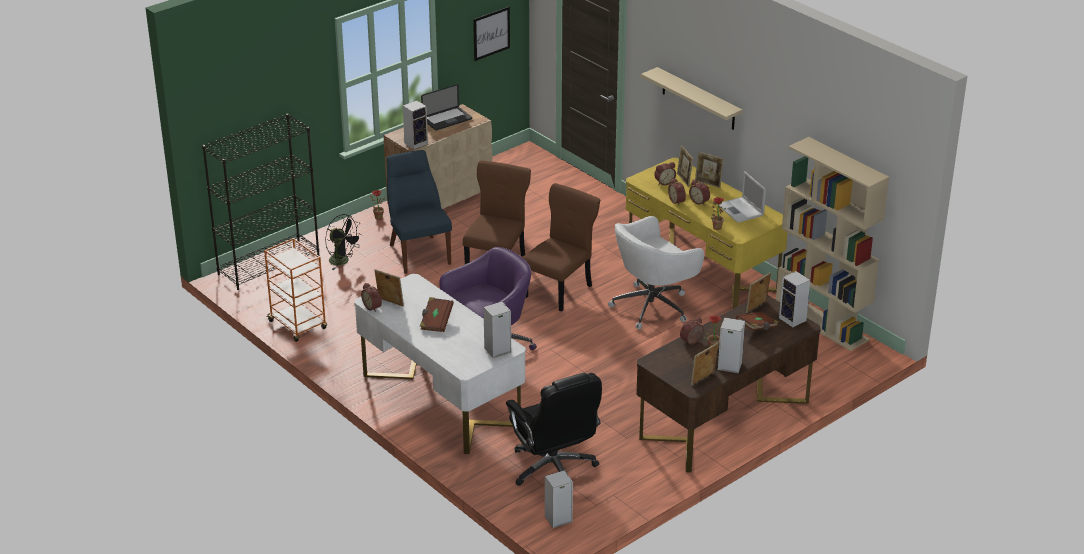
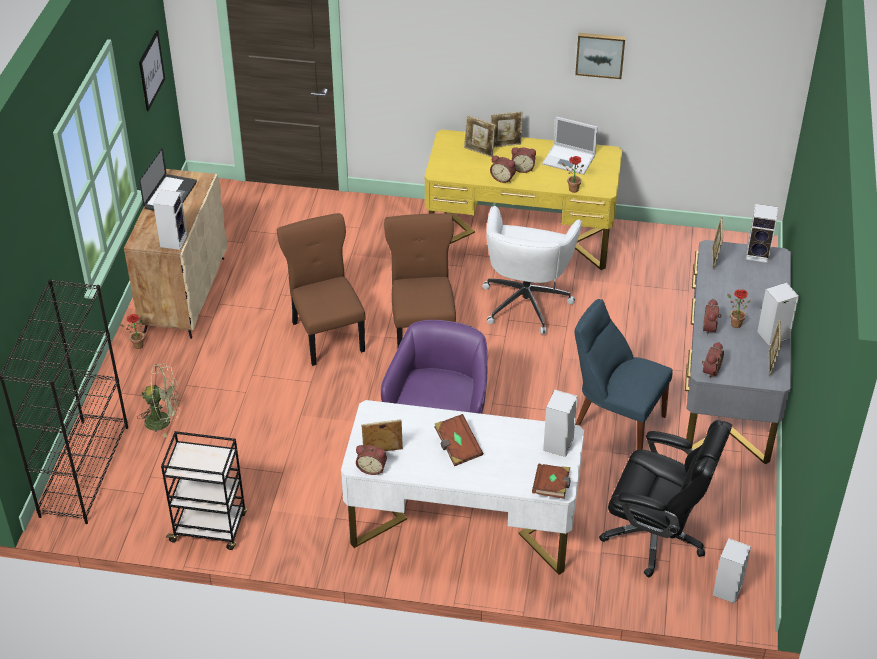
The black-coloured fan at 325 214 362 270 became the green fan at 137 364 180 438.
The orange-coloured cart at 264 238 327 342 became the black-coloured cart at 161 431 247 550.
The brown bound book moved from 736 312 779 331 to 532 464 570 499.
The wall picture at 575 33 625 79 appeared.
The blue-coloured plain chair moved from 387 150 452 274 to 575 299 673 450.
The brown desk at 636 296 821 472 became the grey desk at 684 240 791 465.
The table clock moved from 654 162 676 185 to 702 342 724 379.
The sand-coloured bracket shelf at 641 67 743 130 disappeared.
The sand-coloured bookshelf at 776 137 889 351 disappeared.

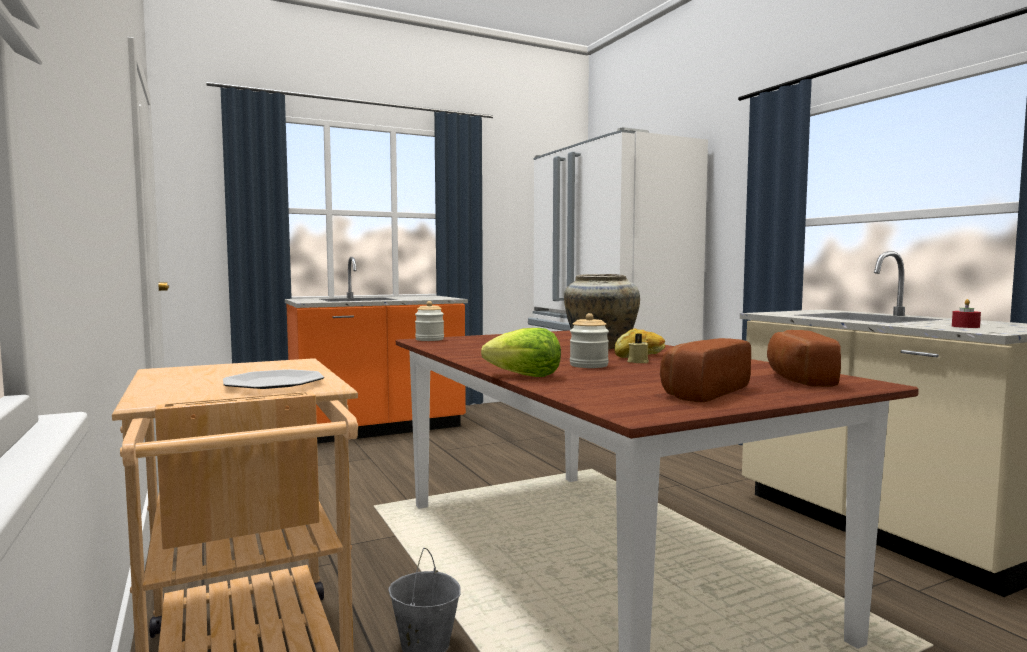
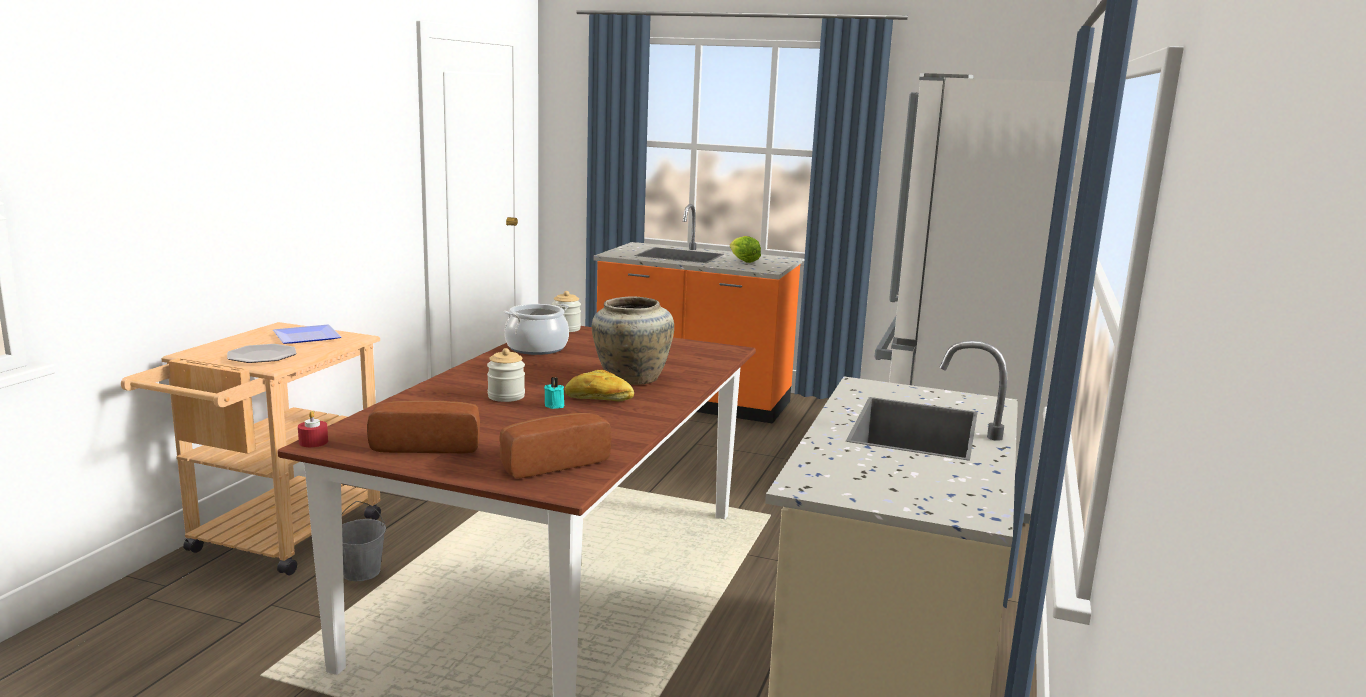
The flat dish at 273 324 341 344 appeared.
The reddish wax candle moved from 952 299 981 328 to 298 411 328 447.
The cooking pot at 504 304 569 355 appeared.
The sand-coloured wax candle at 627 333 649 363 became the turquoise-coloured wax candle at 544 377 564 409.
The head of lettuce moved from 481 328 561 377 to 730 236 761 263.

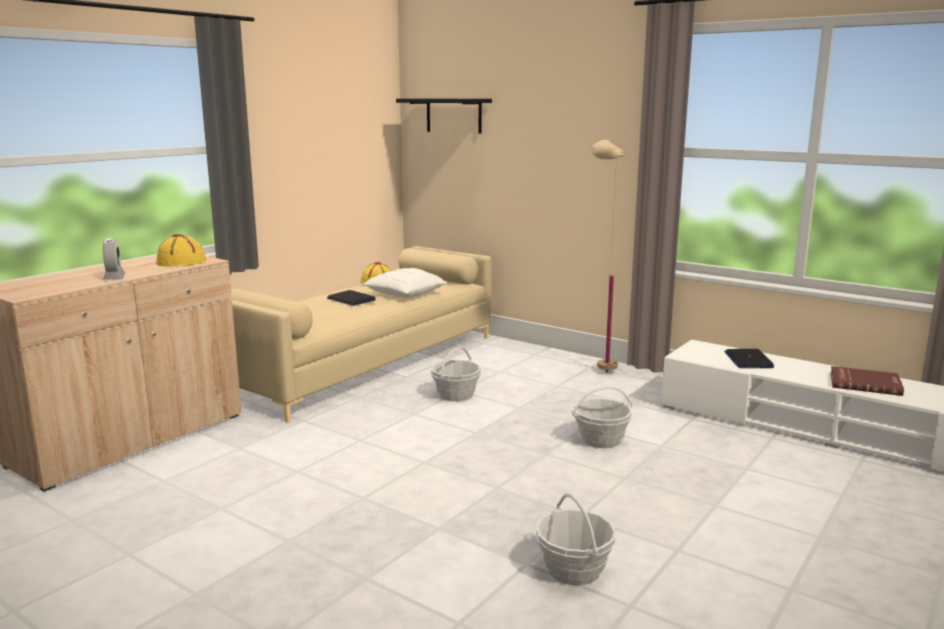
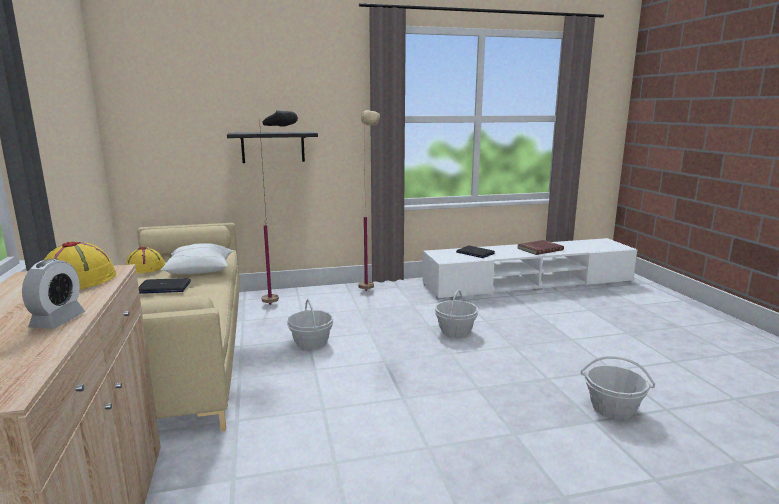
The table clock at 103 238 125 280 turned 75 degrees clockwise.
The black-coloured bracket shelf moved from 396 99 492 134 to 227 132 318 163.
The black-coloured floor lamp at 259 110 298 305 appeared.

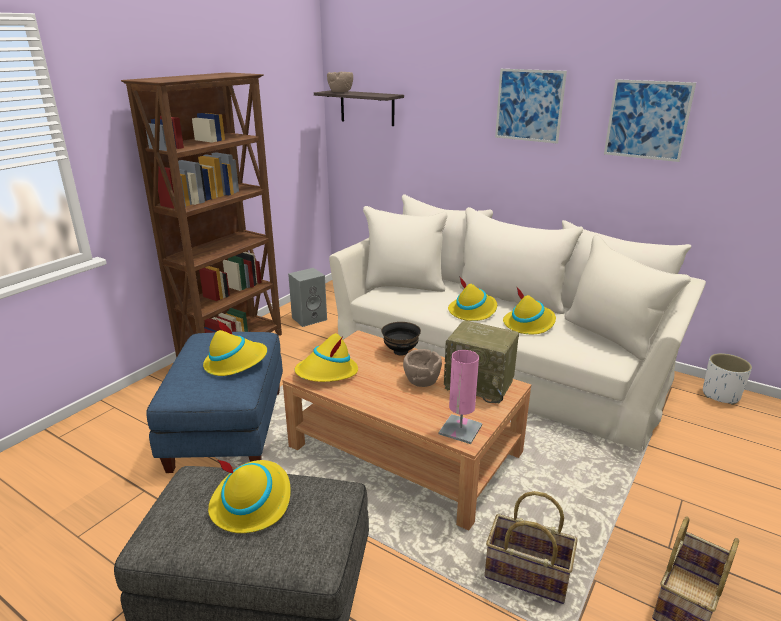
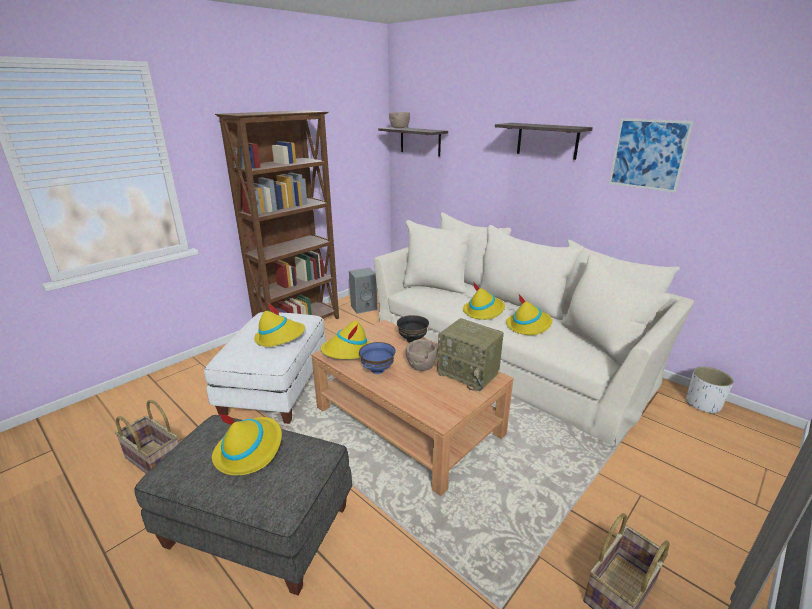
The household basket moved from 484 491 578 604 to 115 400 179 474.
The blue-coloured pouffe at 146 332 283 473 became the white pouffe at 204 312 326 424.
The blue-coloured bowl at 359 342 396 374 appeared.
The wall picture at 495 69 567 144 was replaced by the bracket shelf at 495 123 593 160.
The pinkish table lamp at 439 350 482 444 disappeared.

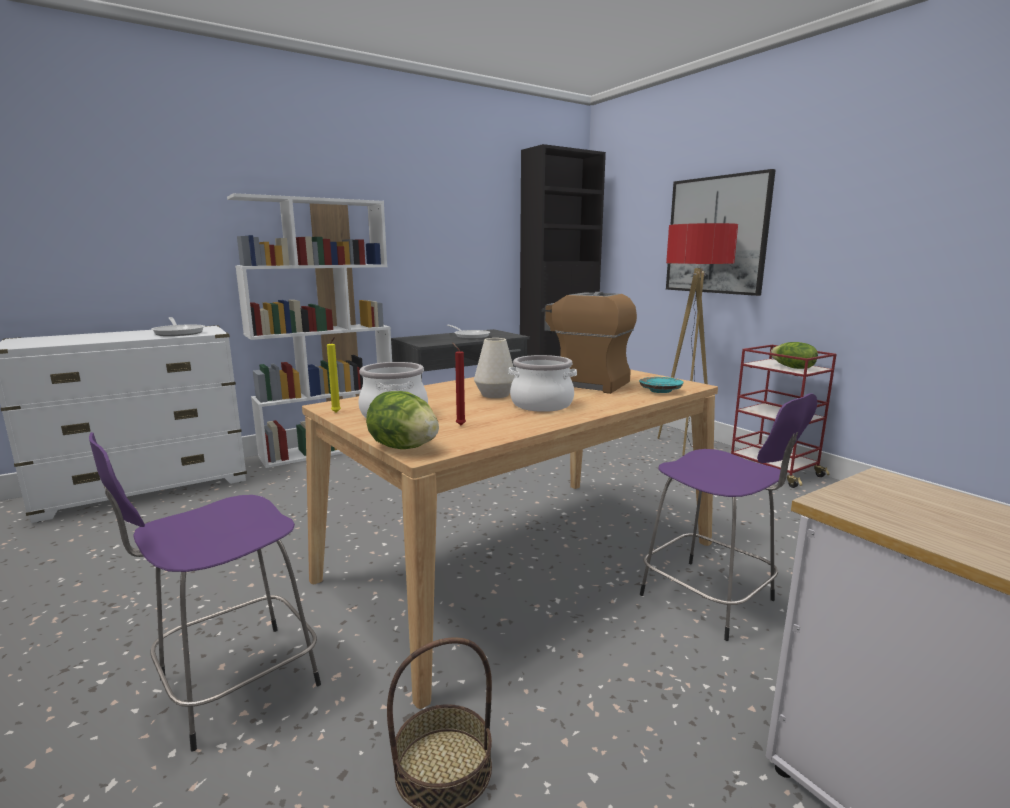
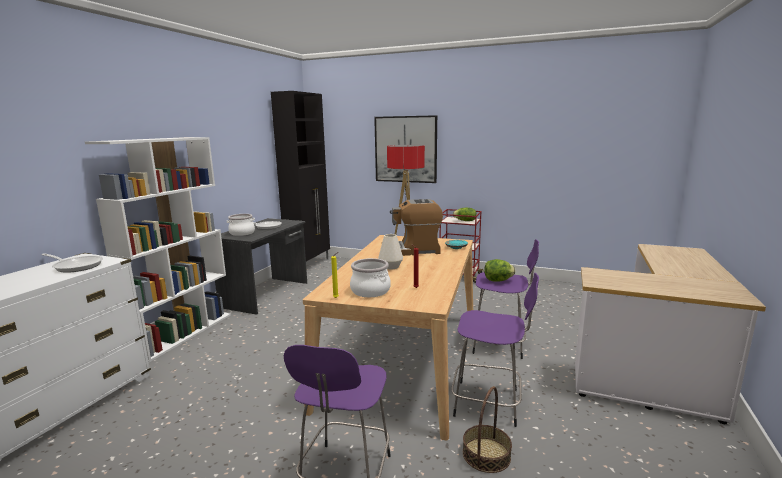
The cooking pot moved from 508 355 577 412 to 227 214 255 236.
The purple sitting stool at 451 273 539 427 appeared.
The head of lettuce moved from 366 391 439 449 to 484 259 515 282.

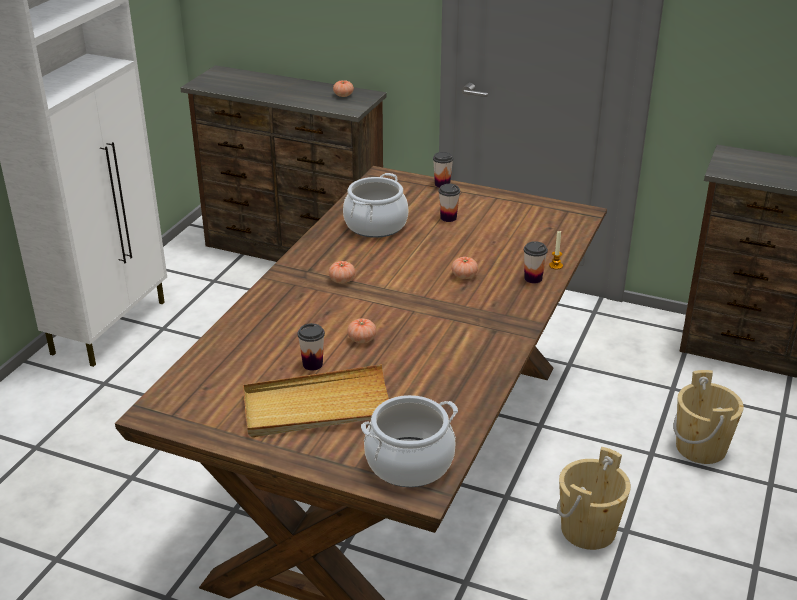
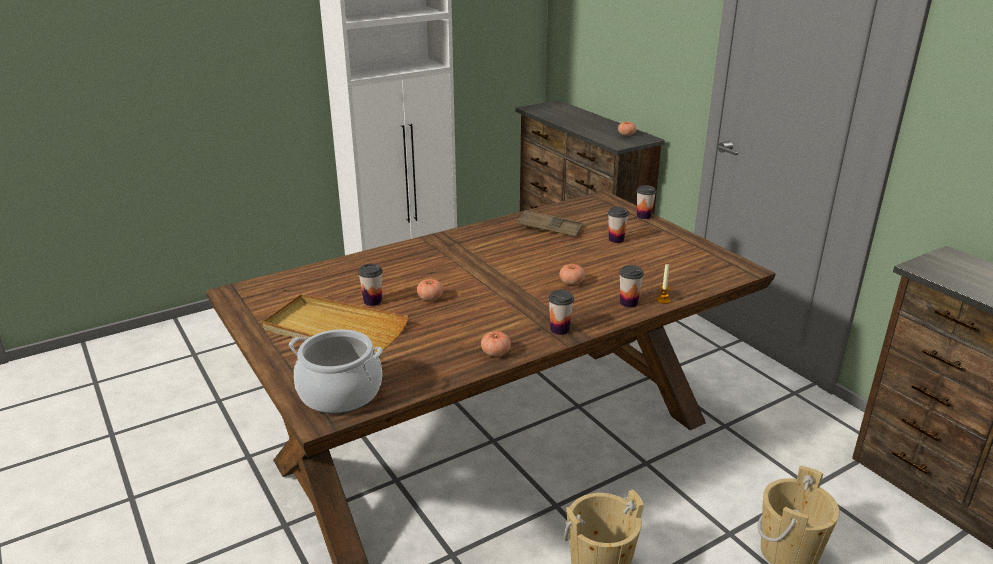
The whole tomato moved from 329 261 355 283 to 481 331 511 356.
The cooking pot at 343 173 408 238 was replaced by the brown serving tray at 517 210 583 237.
The drinking cup at 548 290 574 335 appeared.

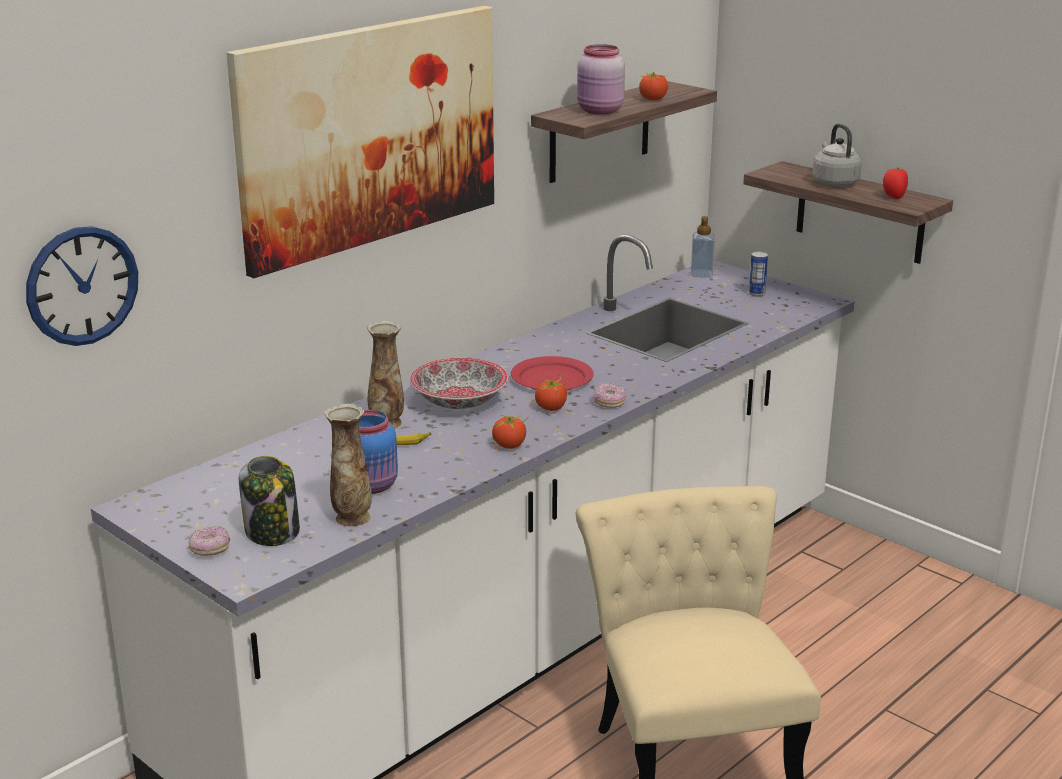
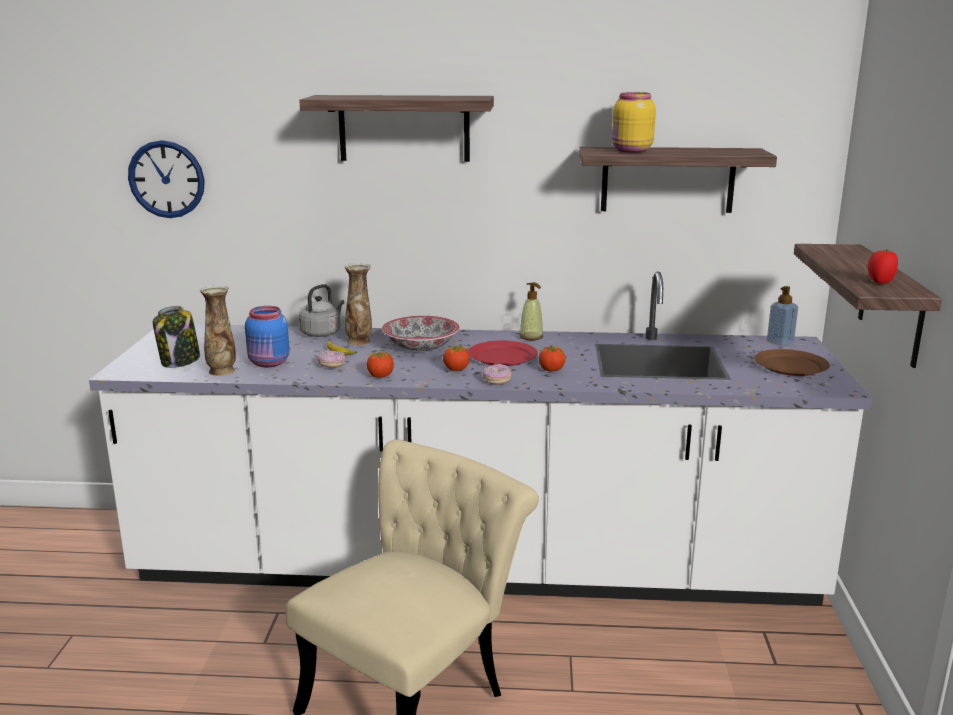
The wall picture at 226 6 494 278 was replaced by the bracket shelf at 299 95 494 162.
The grey tea kettle moved from 812 123 862 187 to 299 284 345 337.
The ring doughnut moved from 188 526 230 556 to 317 350 346 368.
The soap bottle at 519 282 543 340 appeared.
The whole tomato moved from 639 72 668 100 to 539 345 566 371.
The pinkish preserve jar at 577 44 625 115 became the yellowish preserve jar at 612 92 656 153.
The sealed can at 749 252 768 297 was replaced by the brown flat dish at 754 349 830 376.

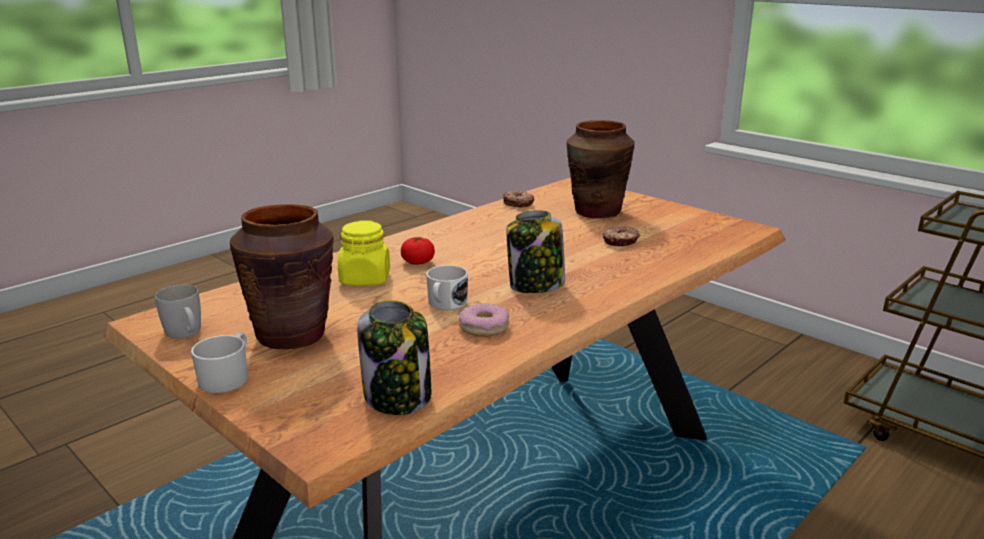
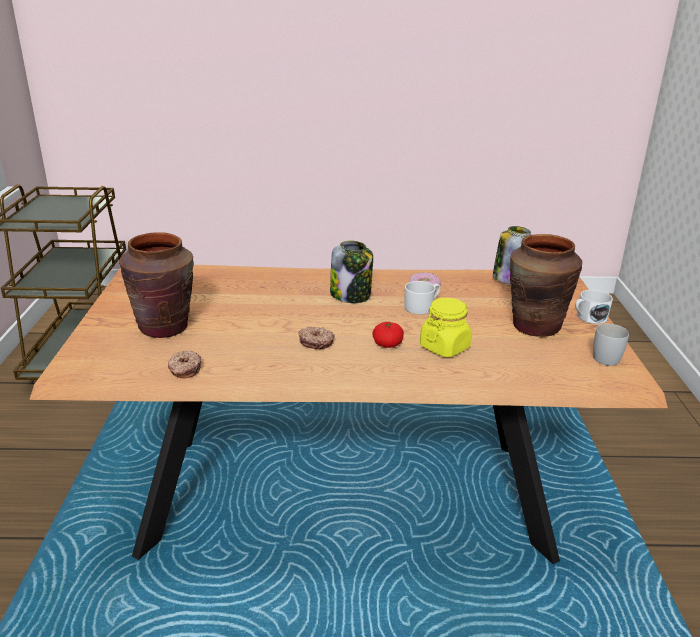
The ring doughnut moved from 603 226 640 246 to 299 327 335 349.

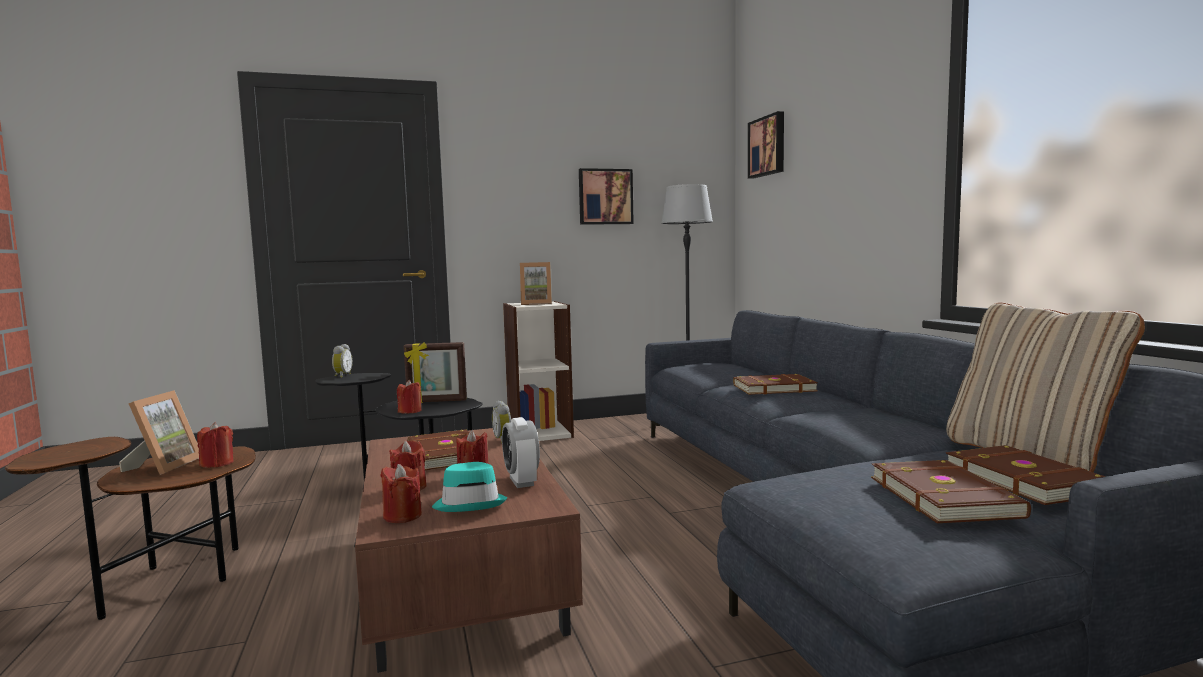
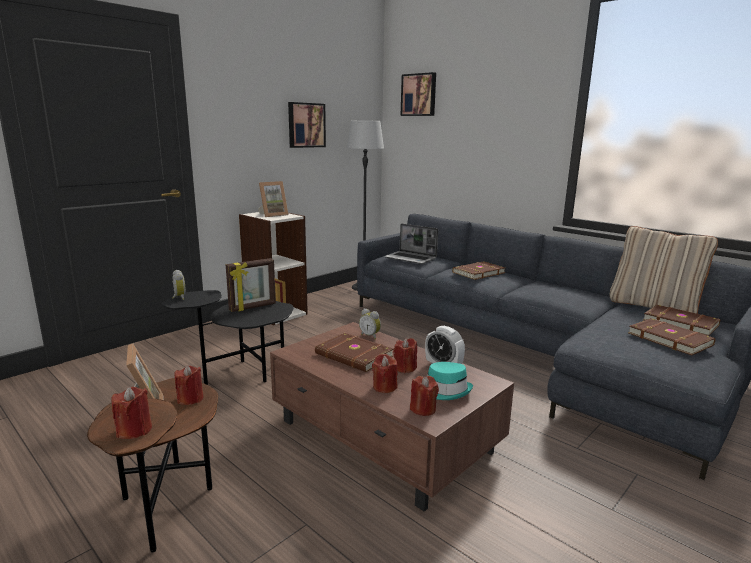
The reddish wax candle moved from 397 380 422 414 to 111 386 152 439.
The notebook computer at 384 223 438 264 appeared.

